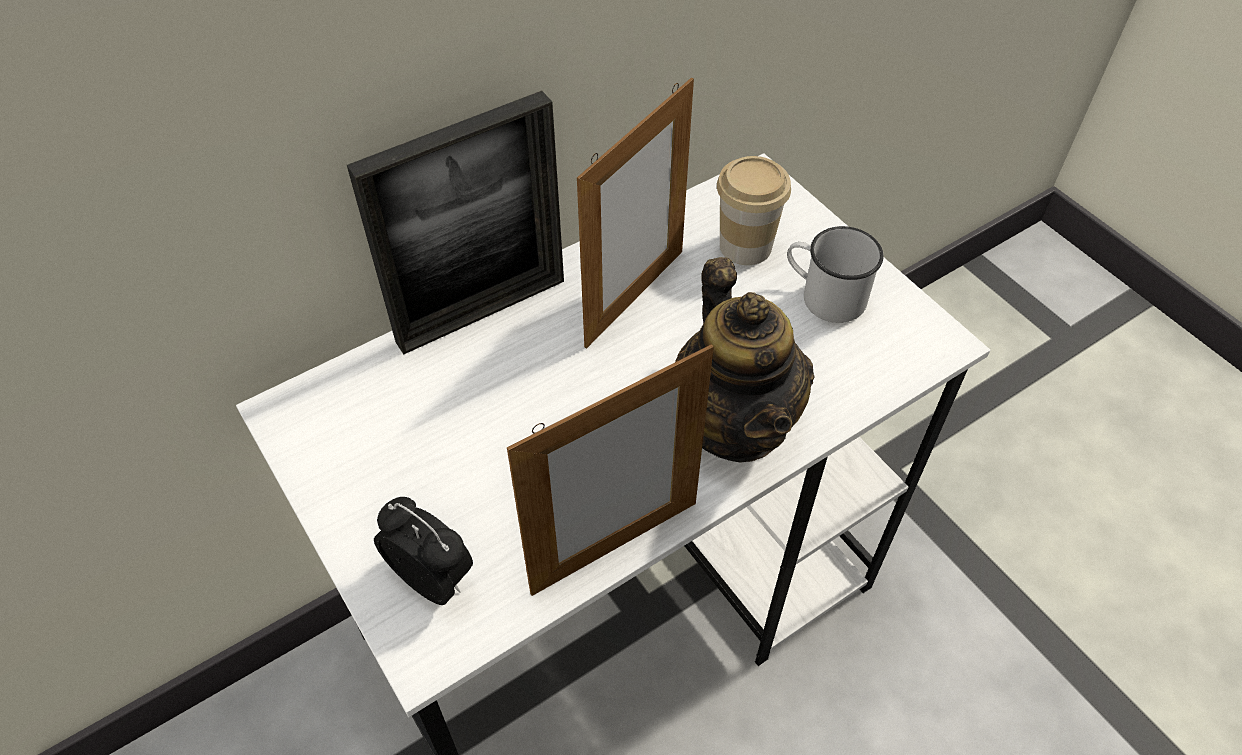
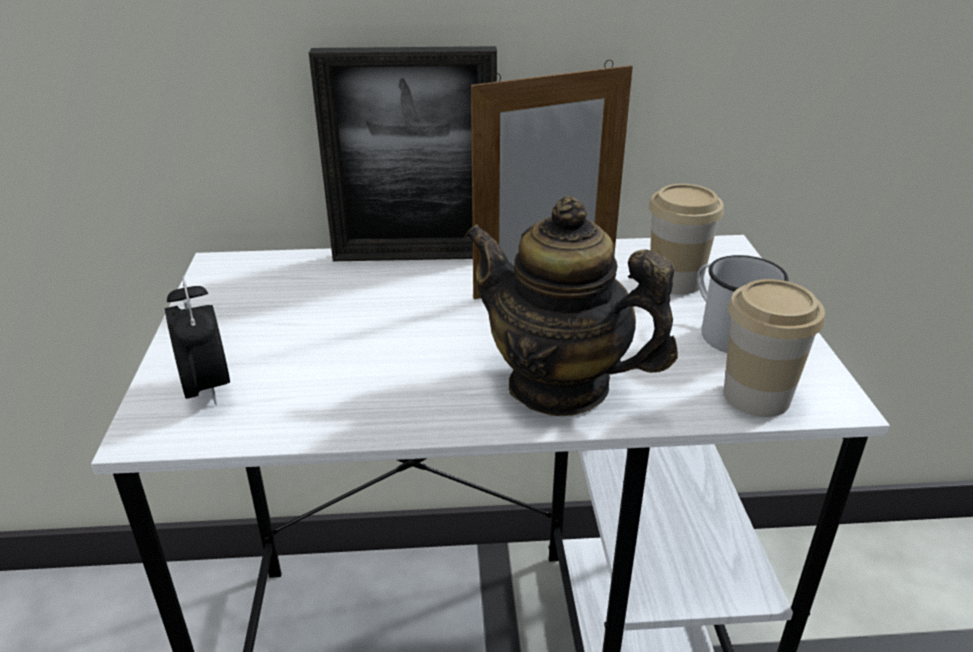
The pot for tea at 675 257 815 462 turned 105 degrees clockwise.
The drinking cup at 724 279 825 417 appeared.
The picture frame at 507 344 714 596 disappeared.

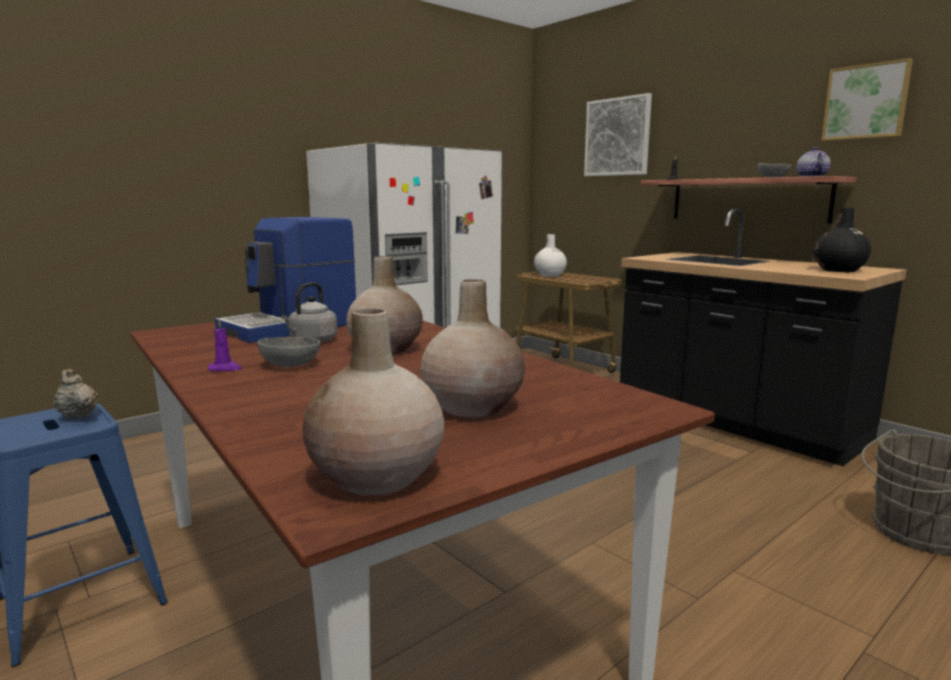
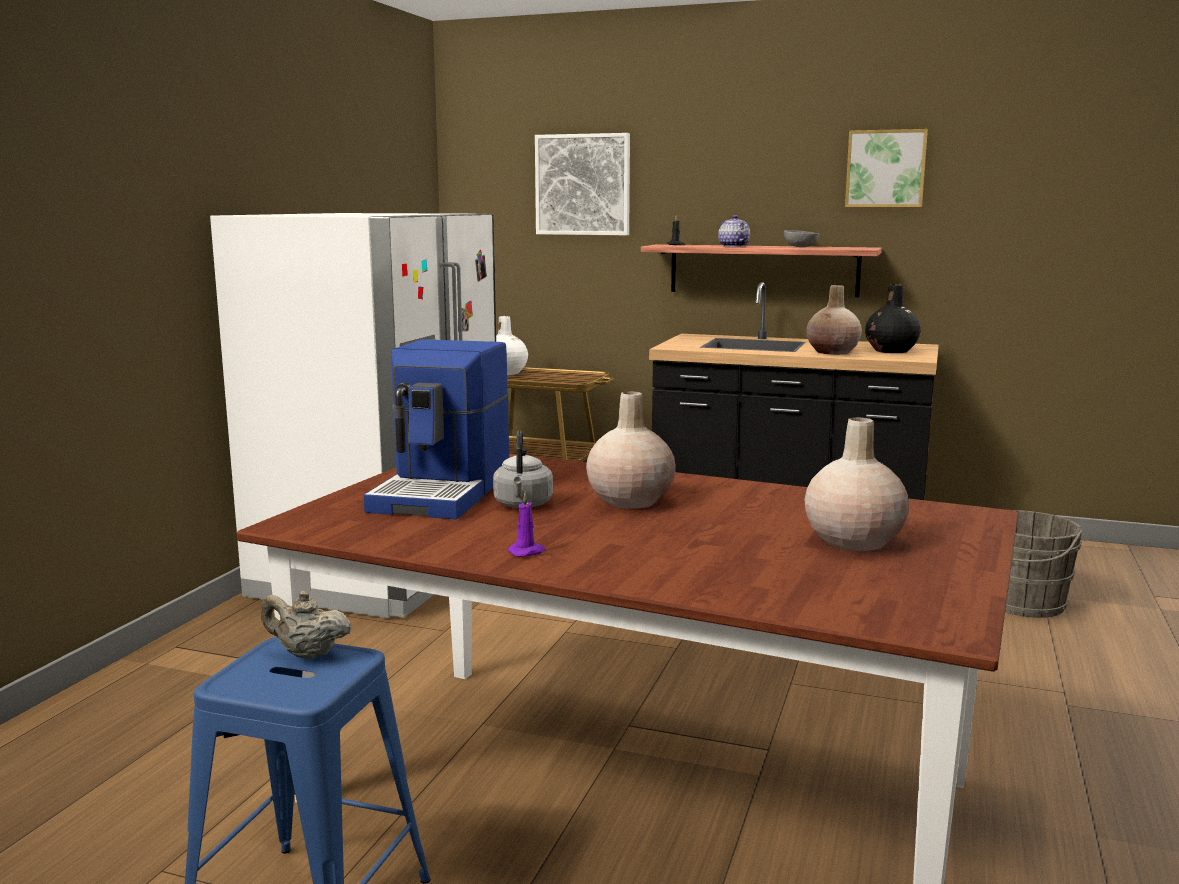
The pot for tea moved from 797 147 831 177 to 718 215 750 247.
The sand-coloured flower vase moved from 302 309 444 496 to 806 285 862 355.
The grey bowl at 257 337 320 367 disappeared.

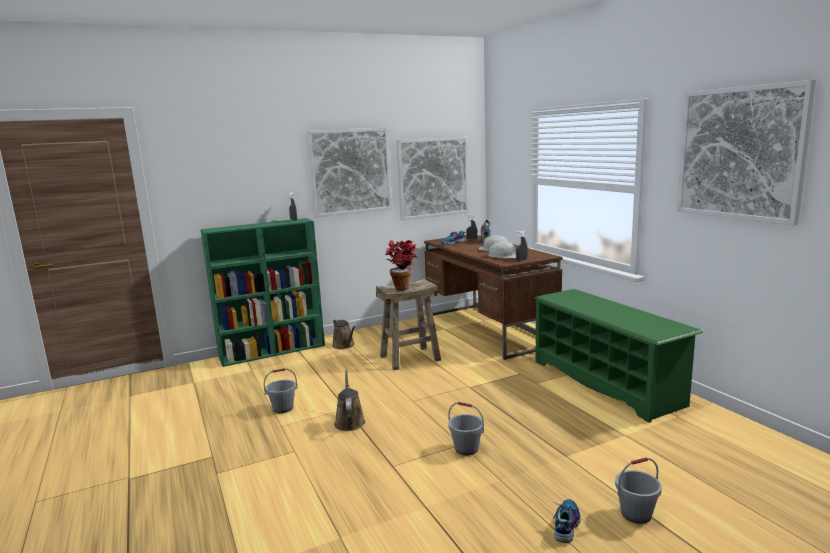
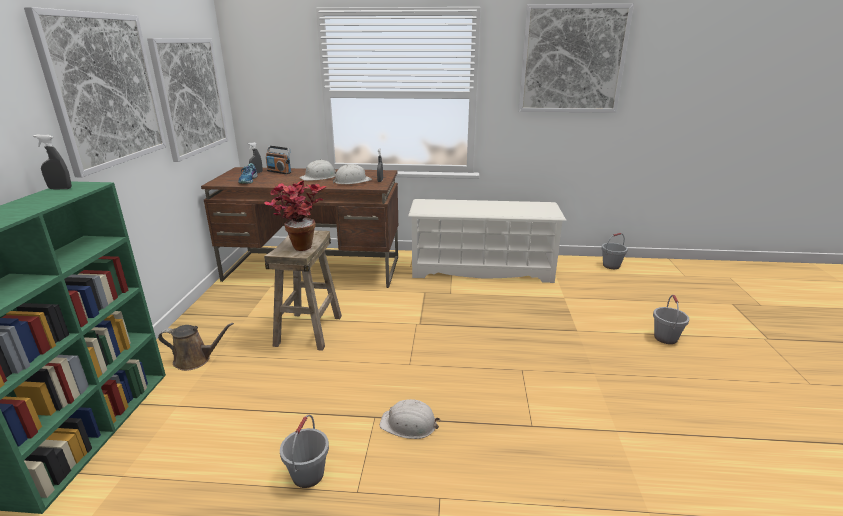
The brown sprinkling can at 334 369 366 431 was replaced by the white safety helmet at 380 399 441 439.
The green shoe stand at 534 289 703 423 became the white shoe stand at 408 199 566 283.
The grey water bucket moved from 448 402 484 456 to 601 233 628 269.
The low shoe at 553 499 581 543 disappeared.

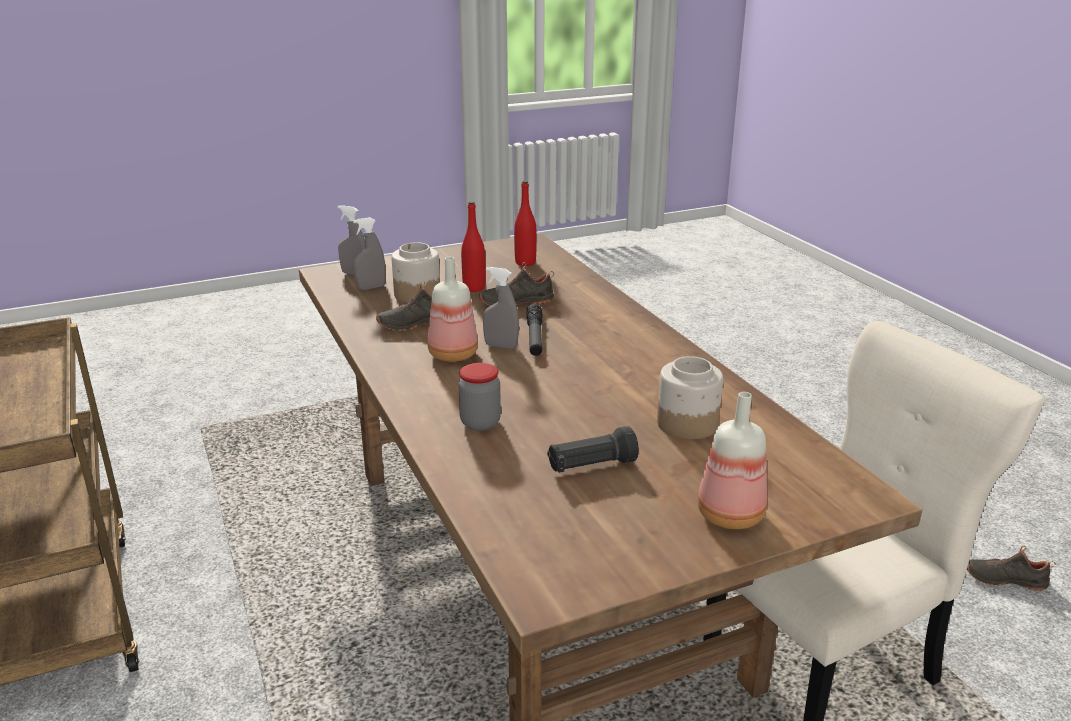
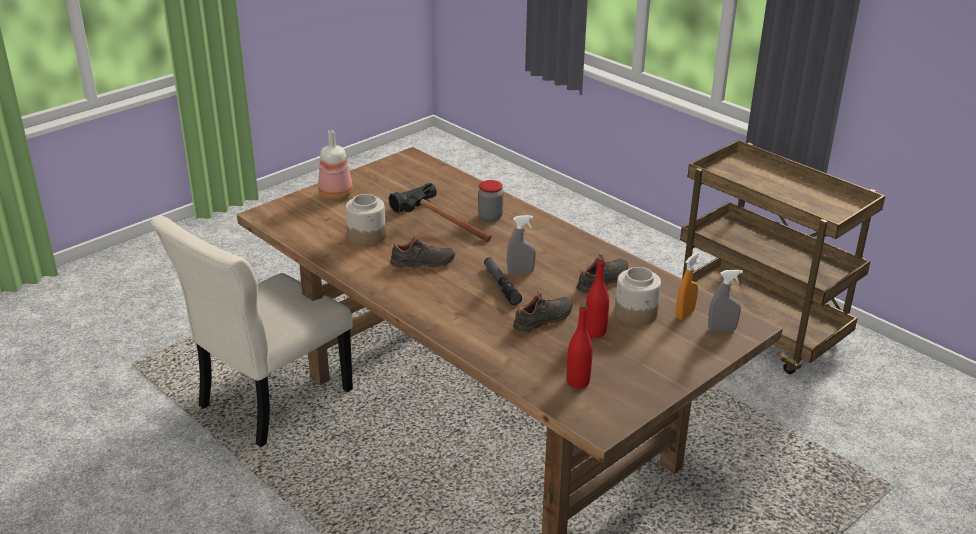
The black-coloured low shoe moved from 967 545 1056 591 to 390 233 456 269.
The hand hammer at 402 184 492 242 appeared.
The grey spray bottle at 353 217 386 290 became the orange-coloured spray bottle at 676 252 700 320.
The bottle at 428 257 478 362 disappeared.

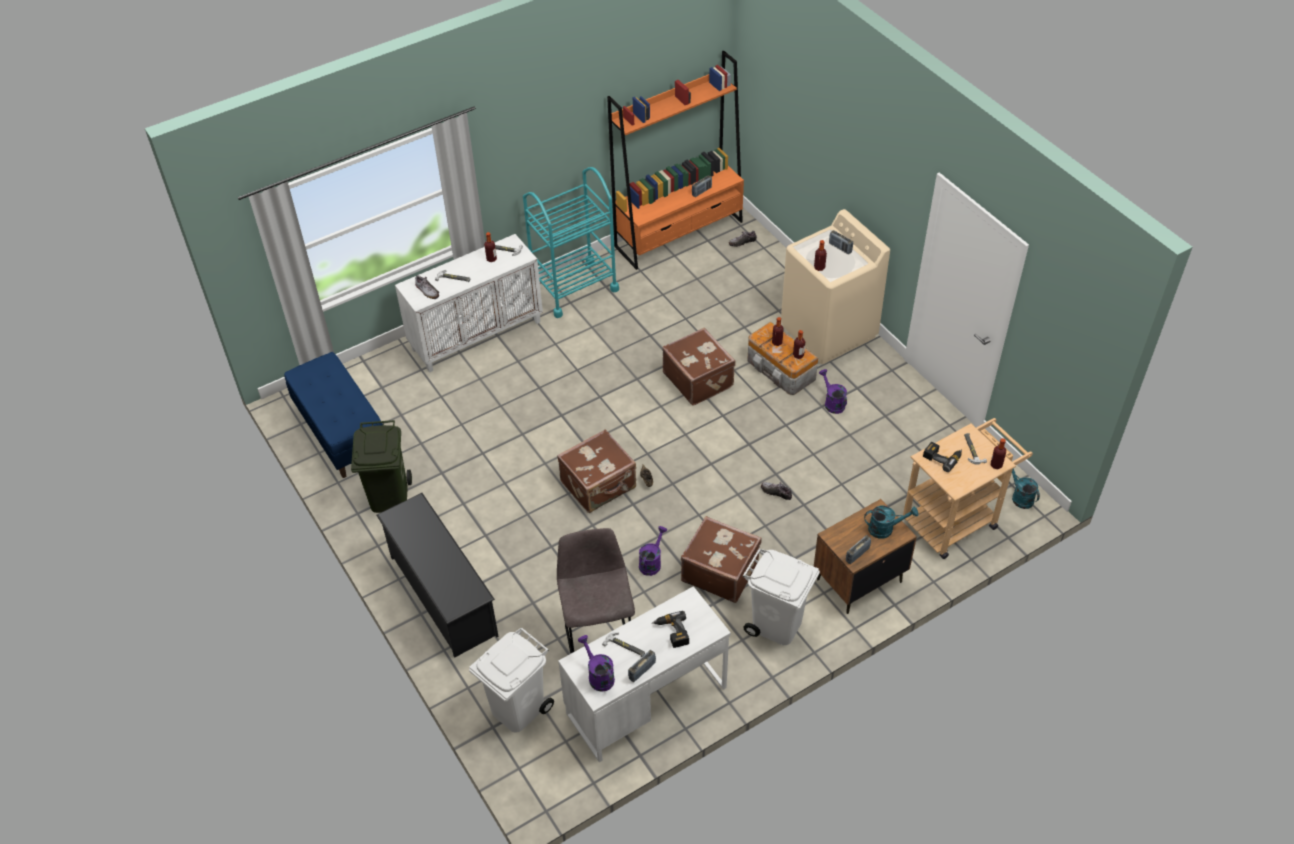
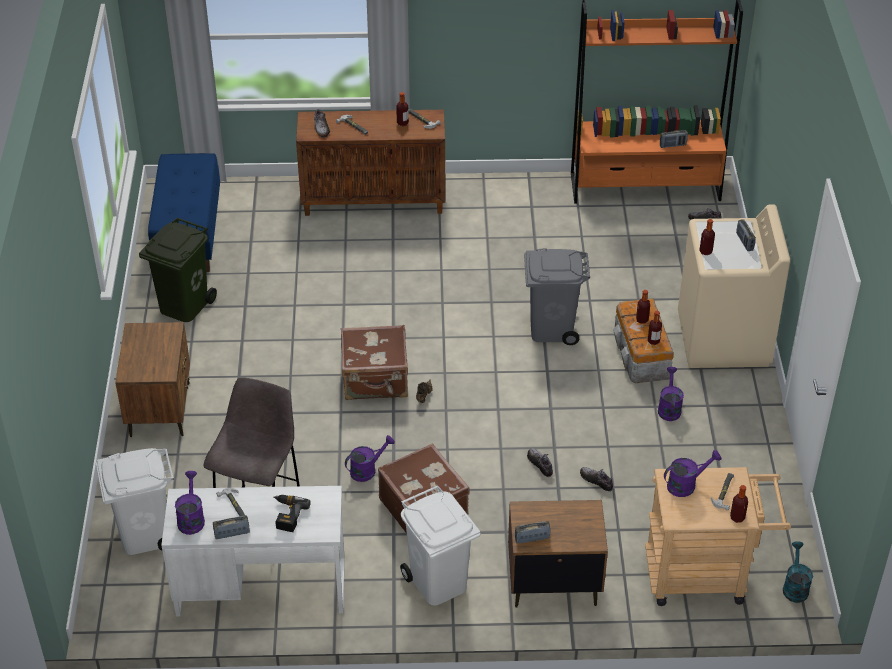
The black-coloured shoe stand at 376 493 499 657 was replaced by the brown night table at 115 322 190 437.
The white cupboard at 395 234 543 373 became the brown cupboard at 296 110 445 216.
The brown travel case at 662 328 736 406 was replaced by the grey waste bin at 524 248 590 345.
The low shoe at 580 467 613 492 appeared.
The drill at 923 442 962 472 was replaced by the purple sprinkling can at 664 450 721 497.
The turquoise-coloured cart at 523 167 619 318 disappeared.
The turquoise-coloured sprinkling can at 864 506 918 539 disappeared.

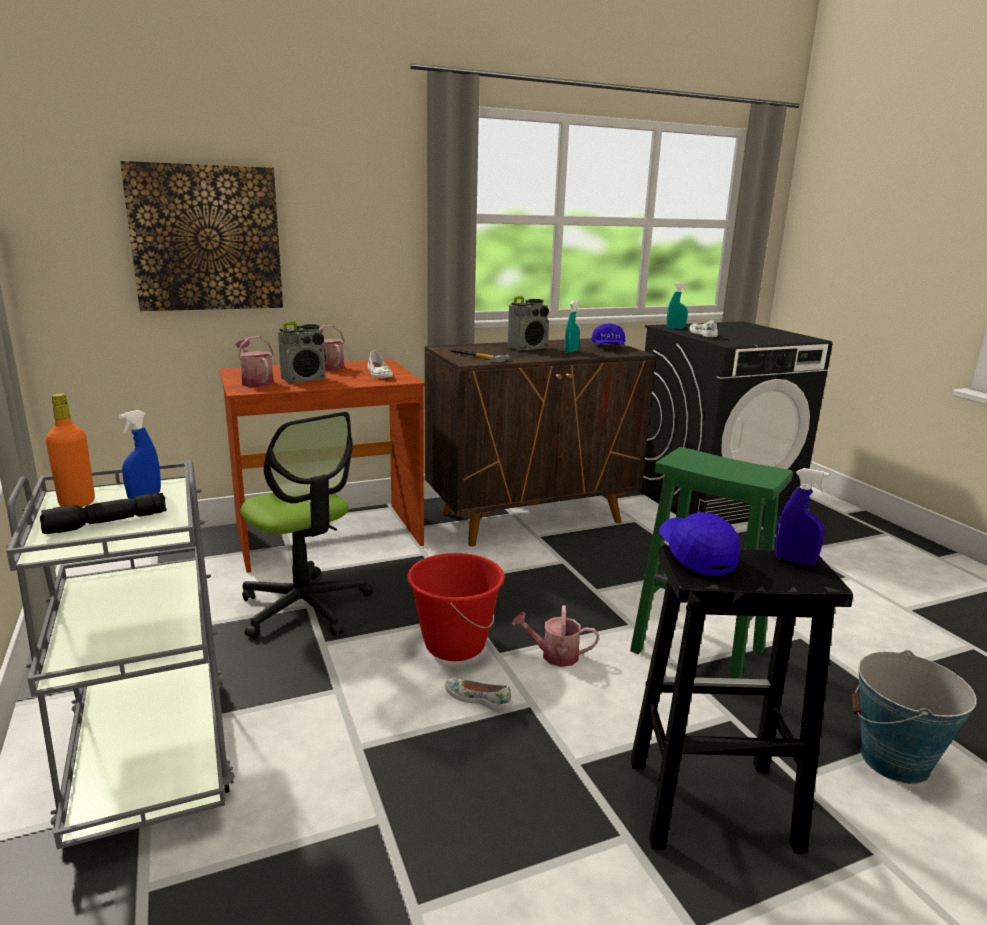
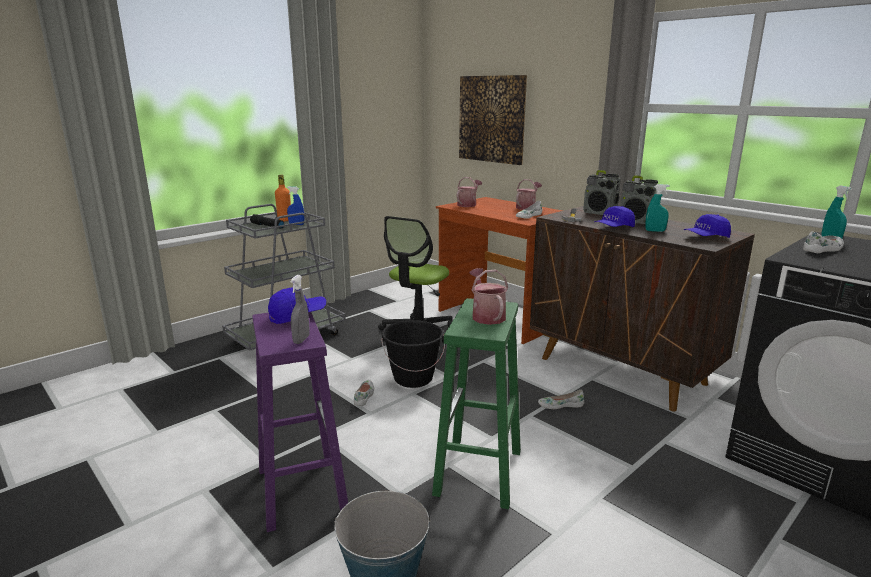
The black-coloured sitting stool at 630 545 853 854 became the purple sitting stool at 252 312 348 532.
The blue-coloured spray bottle at 775 468 830 565 became the grey spray bottle at 290 275 310 344.
The reddish water bucket at 407 553 505 661 became the black-coloured water bucket at 381 320 445 388.
The sprinkling can moved from 512 605 599 667 to 469 268 508 325.
The white low shoe at 538 390 584 409 appeared.
The radio moved from 278 322 326 382 to 583 170 621 215.
The blue-coloured cap at 594 206 635 227 appeared.

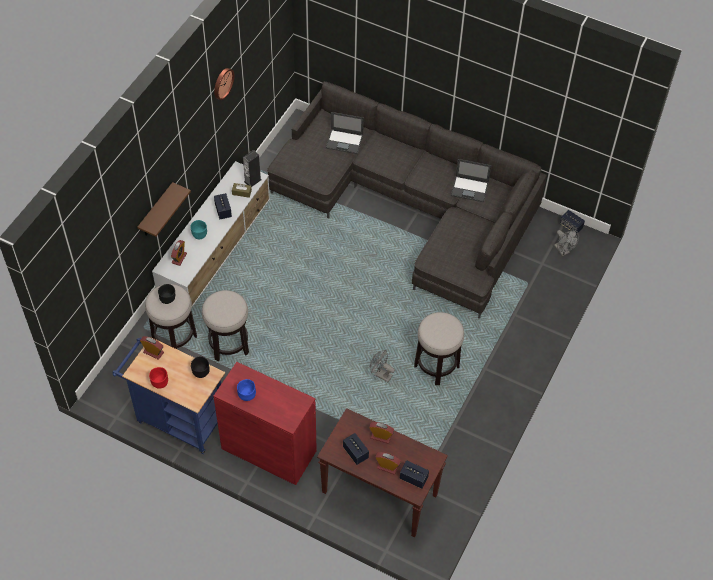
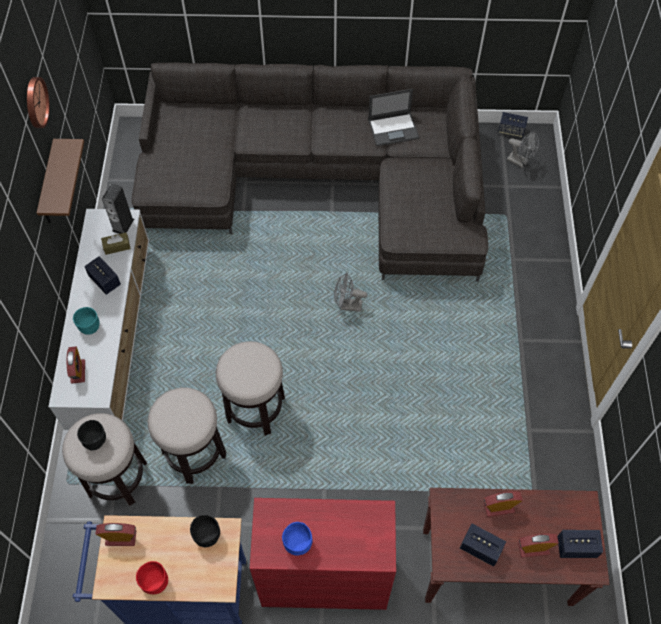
The brown bracket shelf moved from 137 182 191 237 to 37 139 84 223.
The sitting stool moved from 414 312 465 385 to 216 341 285 436.
The grey fan moved from 370 350 395 382 to 334 273 368 312.
The notebook computer at 326 112 364 154 disappeared.

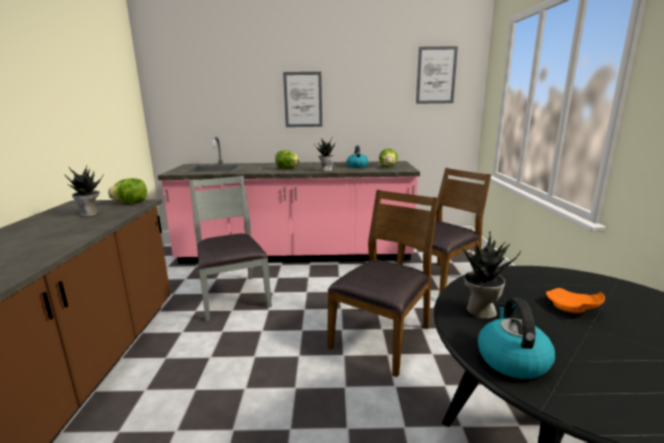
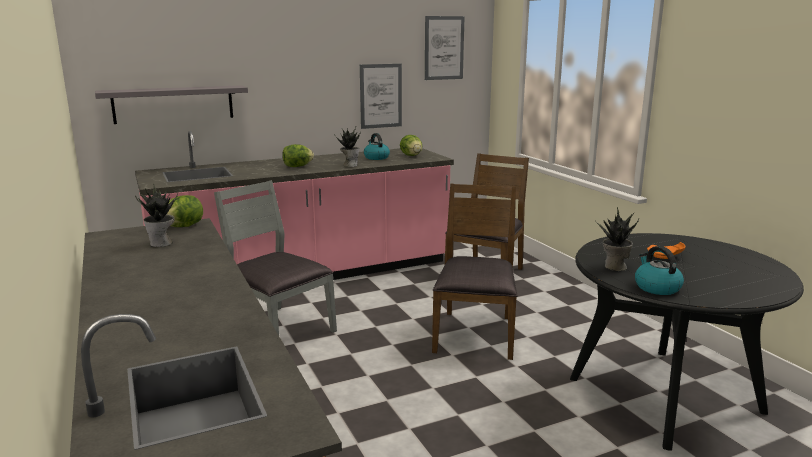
The grey bracket shelf at 95 85 248 124 appeared.
The wall picture moved from 283 72 322 127 to 360 64 402 129.

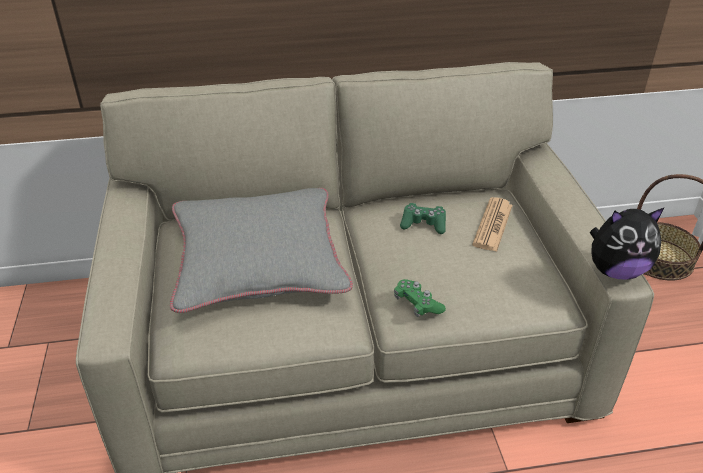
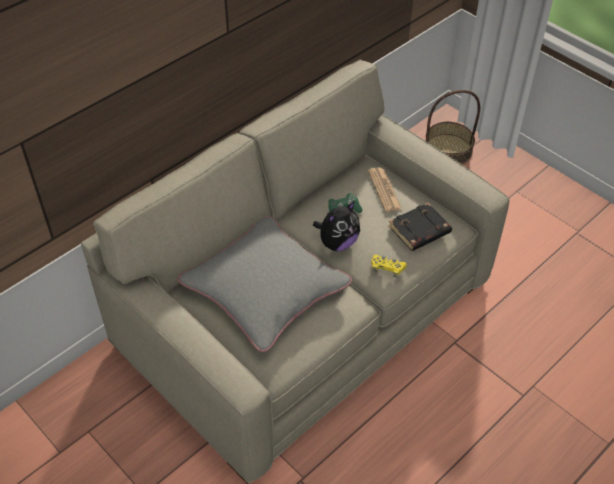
The soft toy moved from 590 208 664 280 to 313 201 360 251.
The green gamepad at 394 279 446 317 became the yellowish gamepad at 371 255 407 277.
The black-coloured bound book at 389 203 452 251 appeared.

